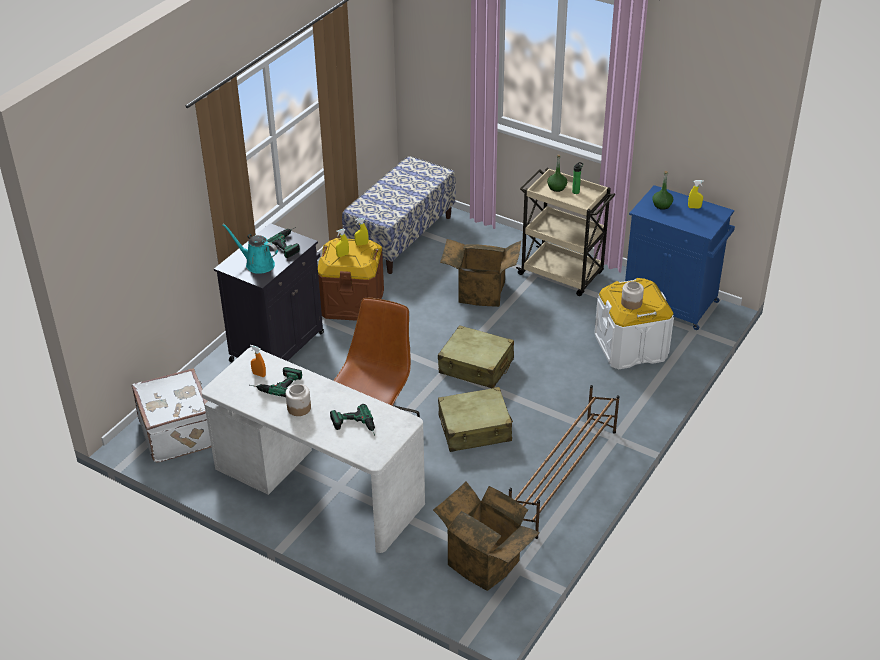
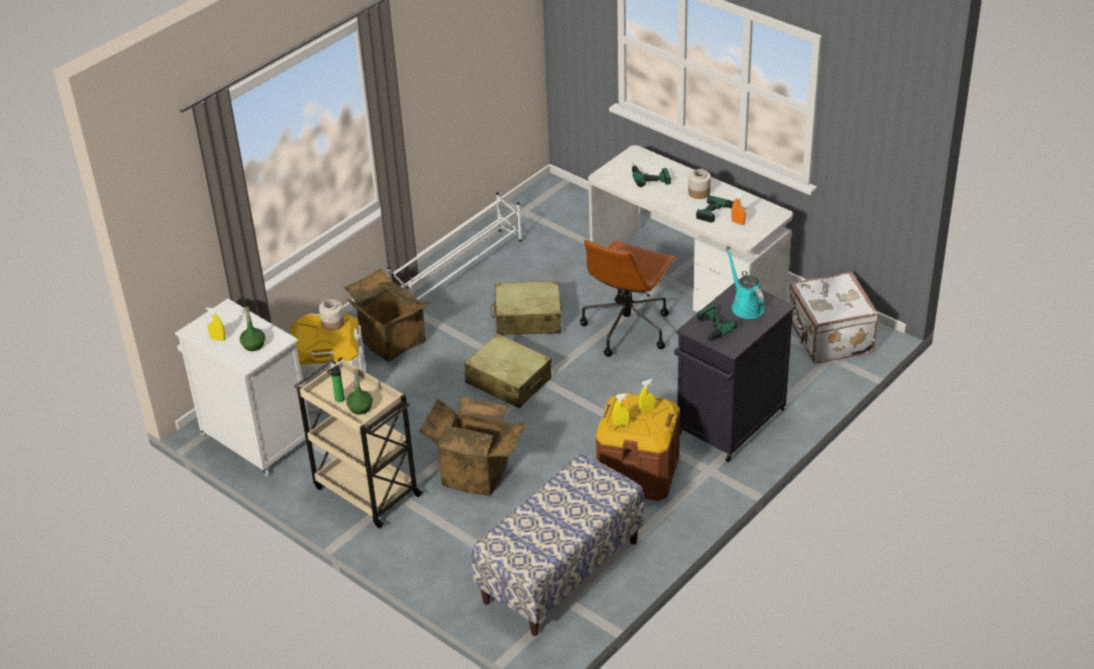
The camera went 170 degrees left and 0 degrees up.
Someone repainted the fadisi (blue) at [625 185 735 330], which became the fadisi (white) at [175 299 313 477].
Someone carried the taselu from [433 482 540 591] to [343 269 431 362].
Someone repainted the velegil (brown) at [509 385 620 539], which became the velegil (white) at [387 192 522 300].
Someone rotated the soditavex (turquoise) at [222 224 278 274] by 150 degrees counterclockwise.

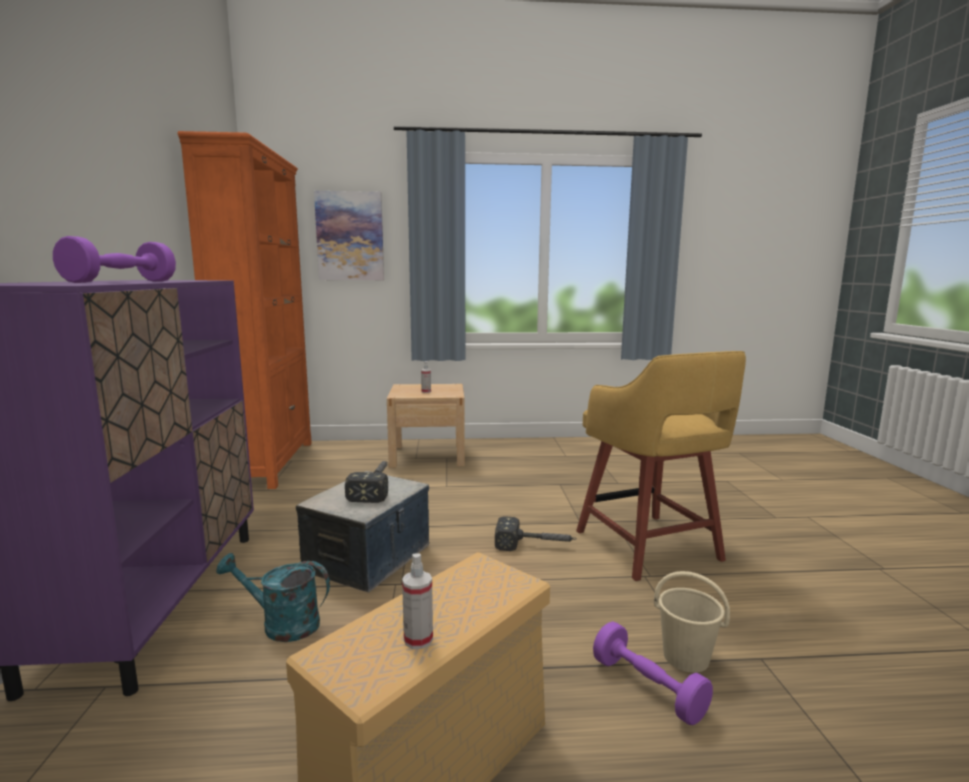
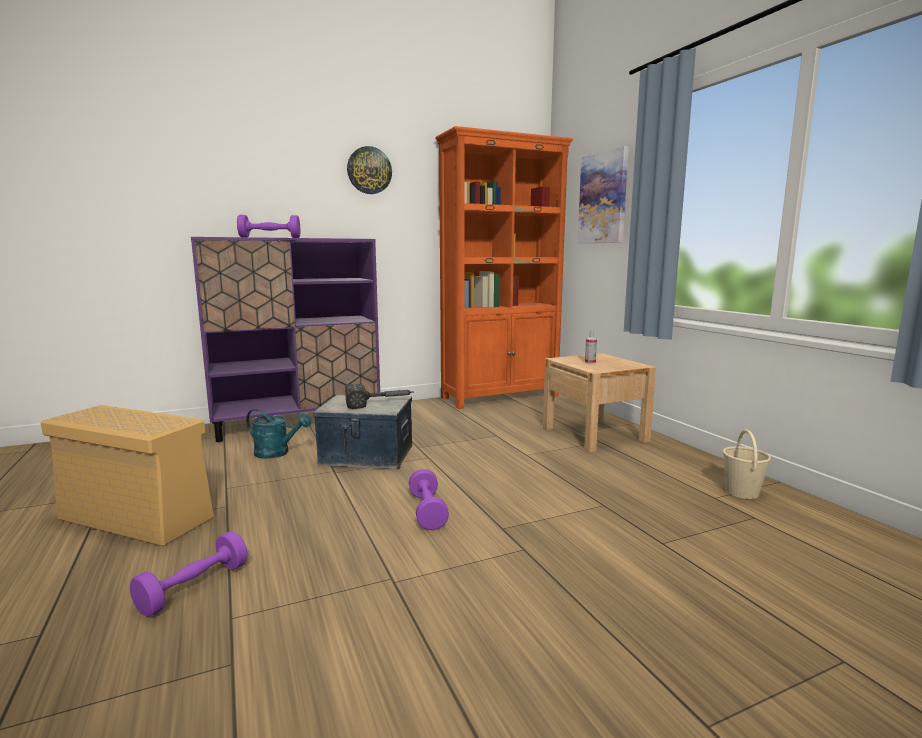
The camera went 70 degrees right and 0 degrees up.
Someone rotated the soditavex (turquoise) at [216 553 330 642] by 120 degrees clockwise.
Someone put up the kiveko at [347 146 392 194].
Someone swapped the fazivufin at [495 516 577 551] for the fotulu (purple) at [409 469 449 530].
Someone carried the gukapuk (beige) from [654 571 730 673] to [723 429 771 499].
Someone took away the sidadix at [402 553 433 649].
Someone took away the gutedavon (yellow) at [576 351 746 581].

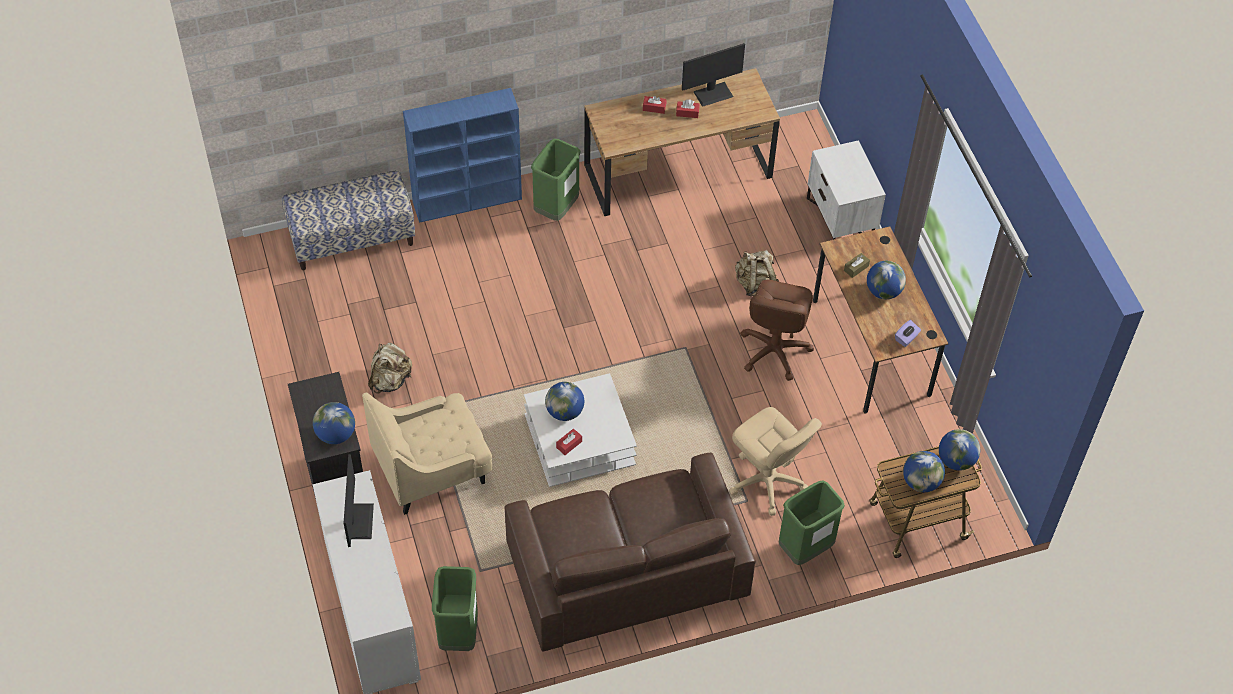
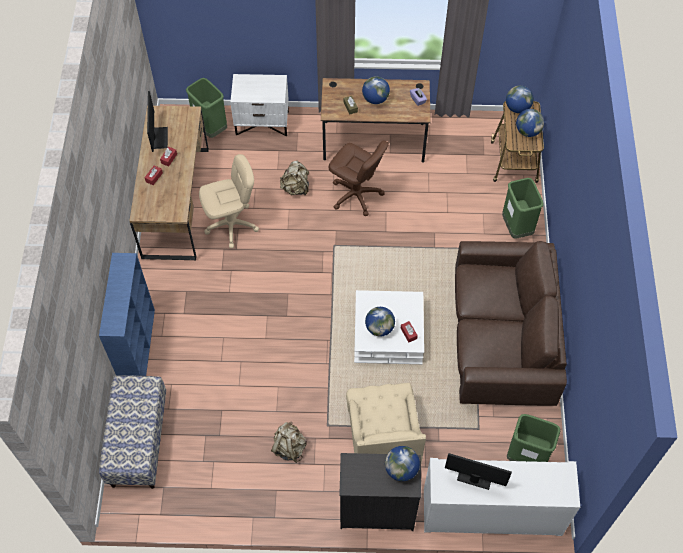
The camera went 70 degrees left and 5 degrees up.
Someone carried the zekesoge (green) from [531 139 581 221] to [186 78 227 138].
Someone carried the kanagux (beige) from [729 407 822 516] to [199 154 259 248].

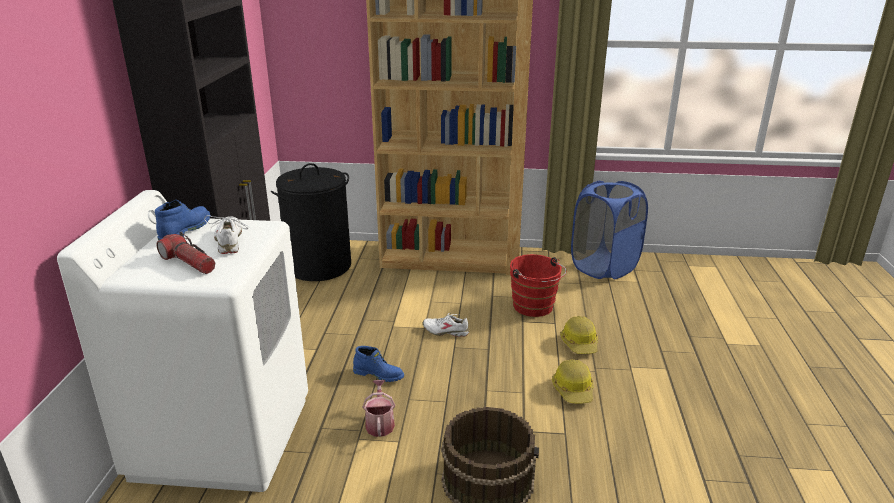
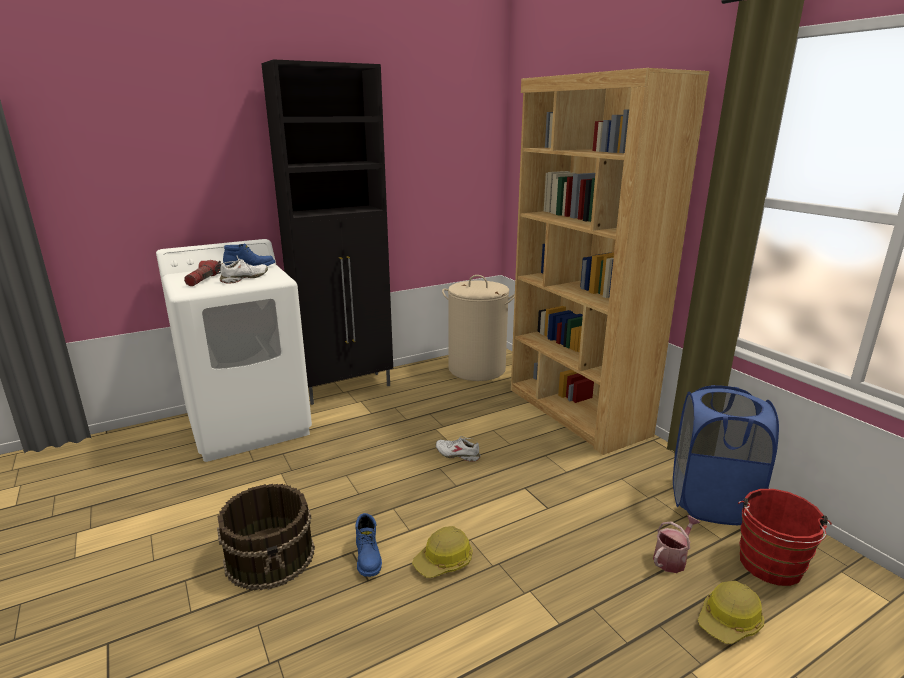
The camera went 55 degrees right and 5 degrees down.
Someone carried the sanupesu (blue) from [353 346 404 382] to [355 513 382 577].
Someone rotated the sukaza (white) at [423 313 469 337] by 45 degrees counterclockwise.
Someone repainted the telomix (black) at [271 163 351 281], which became the telomix (beige) at [442 275 515 381].
Someone carried the soditavex from [363 380 395 437] to [653 515 700 573].
Someone carried the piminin from [560 316 598 354] to [698 581 764 644].
Someone carried the gukapuk (red) from [510 254 566 317] to [738 489 832 586].

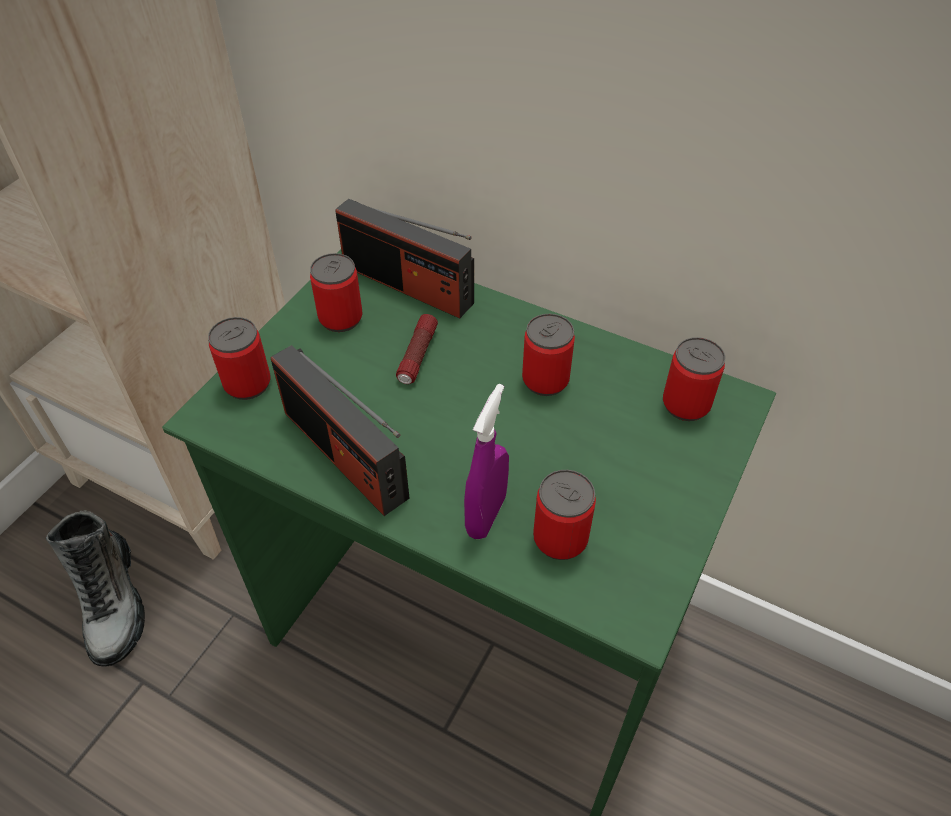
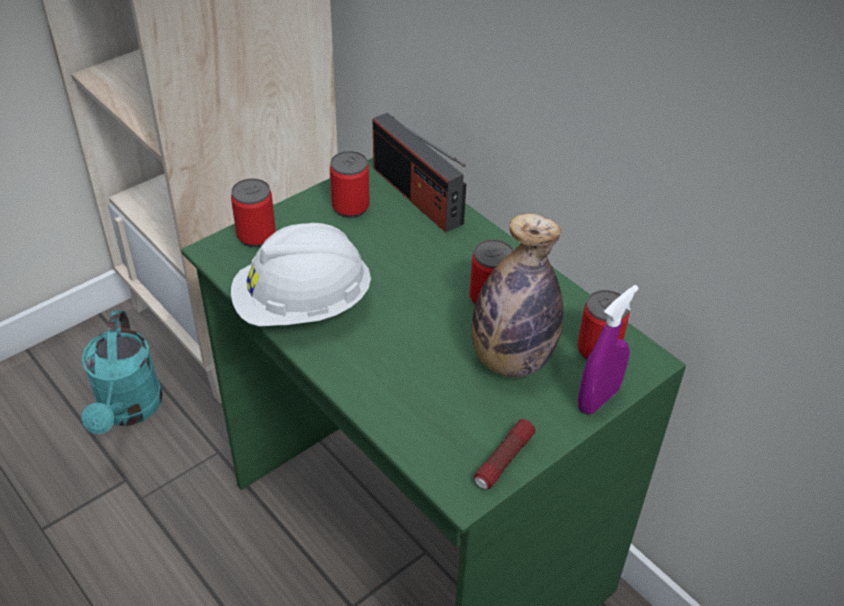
The camera went 20 degrees right and 5 degrees down.
Someone swapped the sanupesu at [46 510 145 667] for the soditavex (turquoise) at [82 310 163 434].
Someone swapped the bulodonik at [271 345 410 516] for the piminin (white) at [231 223 372 326].
Someone put down the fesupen at [472 214 563 378].
Someone carried the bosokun from [396 314 438 384] to [474 419 535 489].
Someone carried the sidadix (purple) from [464 384 509 539] to [578 285 639 414].
Someone took away the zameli at [533 470 596 560].

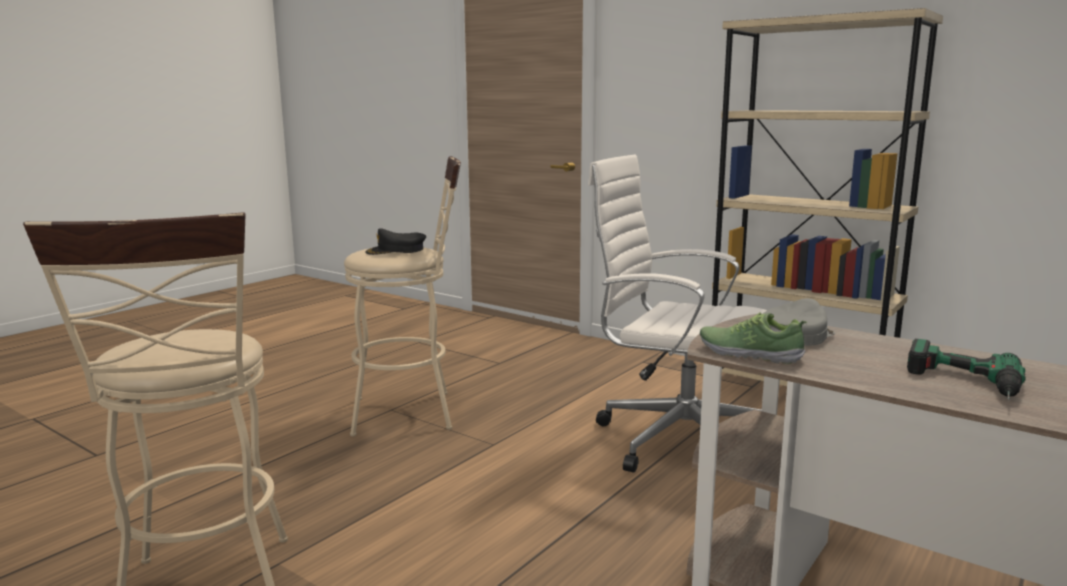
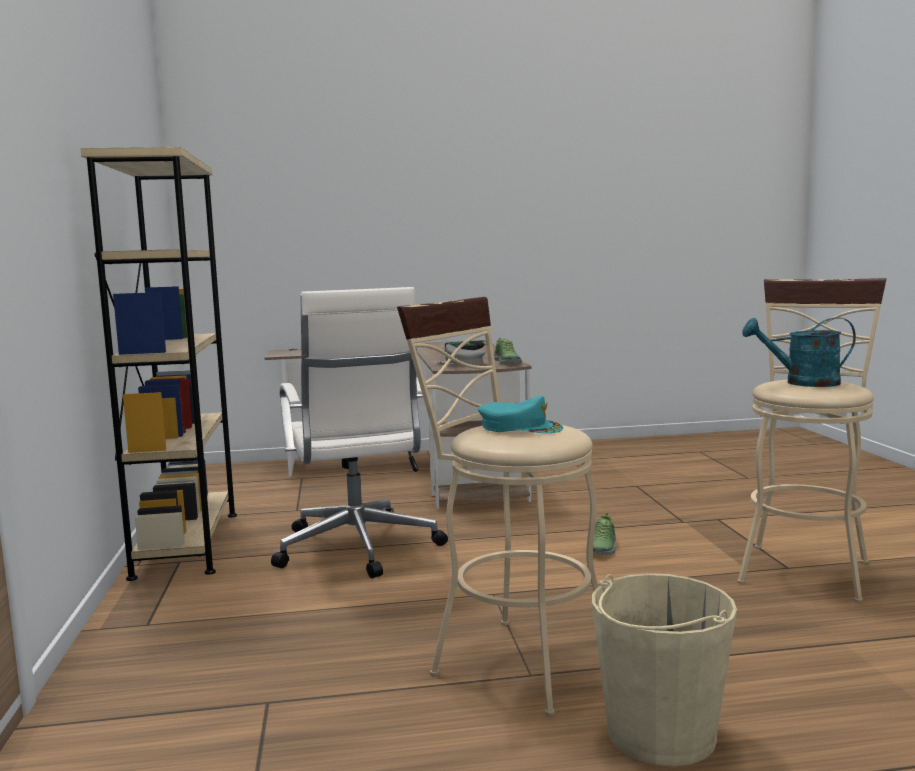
The camera went 135 degrees left and 5 degrees down.
Someone repainted the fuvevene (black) at [365 228 426 255], which became the fuvevene (turquoise) at [478 396 563 433].
Someone put down the gukapuk (beige) at [592 573 737 766].
Someone put down the sukaza at [593 513 616 555].
Someone put down the soditavex (turquoise) at [742 317 856 387].

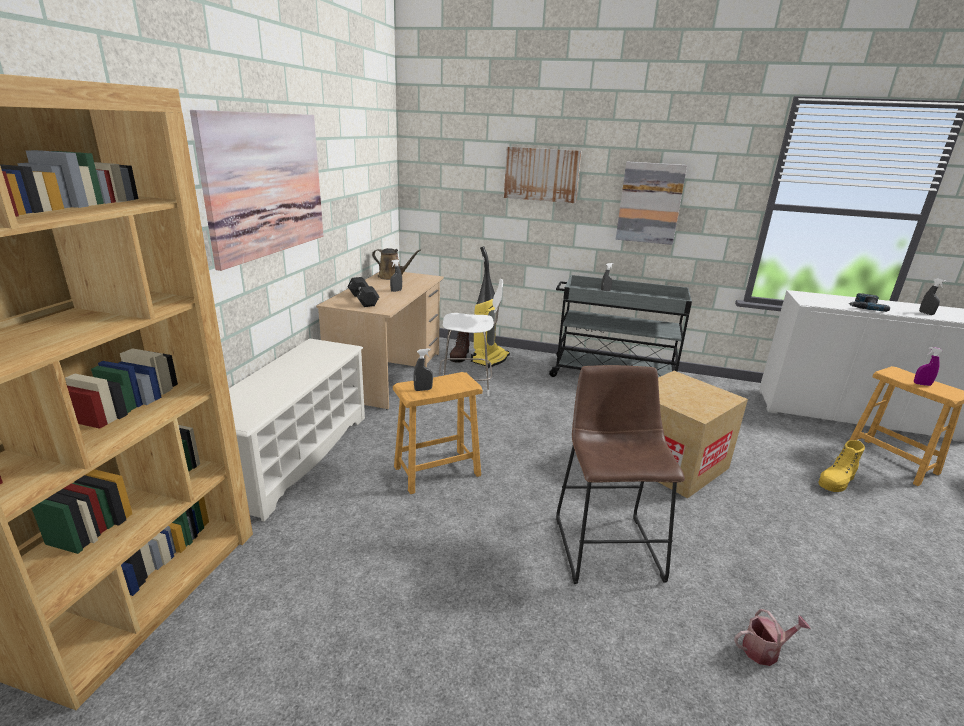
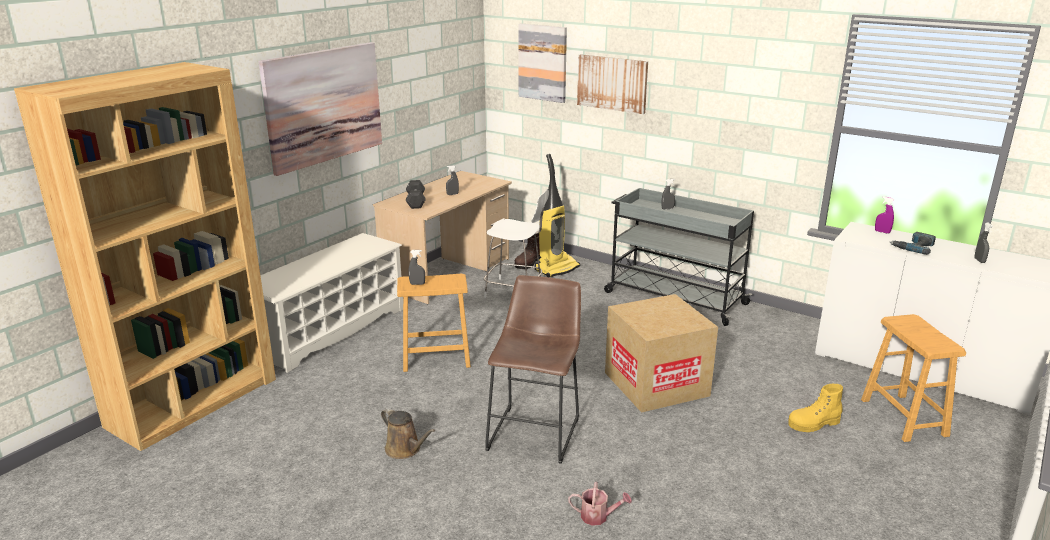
The camera went 20 degrees right and 0 degrees up.
Someone carried the soditavex (brown) from [372 248 421 280] to [381 408 436 459].
Someone carried the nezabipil from [616 162 687 245] to [518 24 567 103].
Someone carried the sidadix (purple) from [914 347 943 386] to [875 197 894 234].

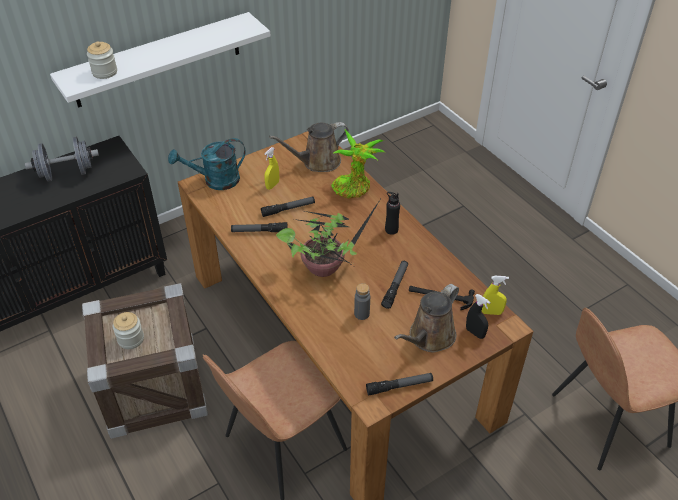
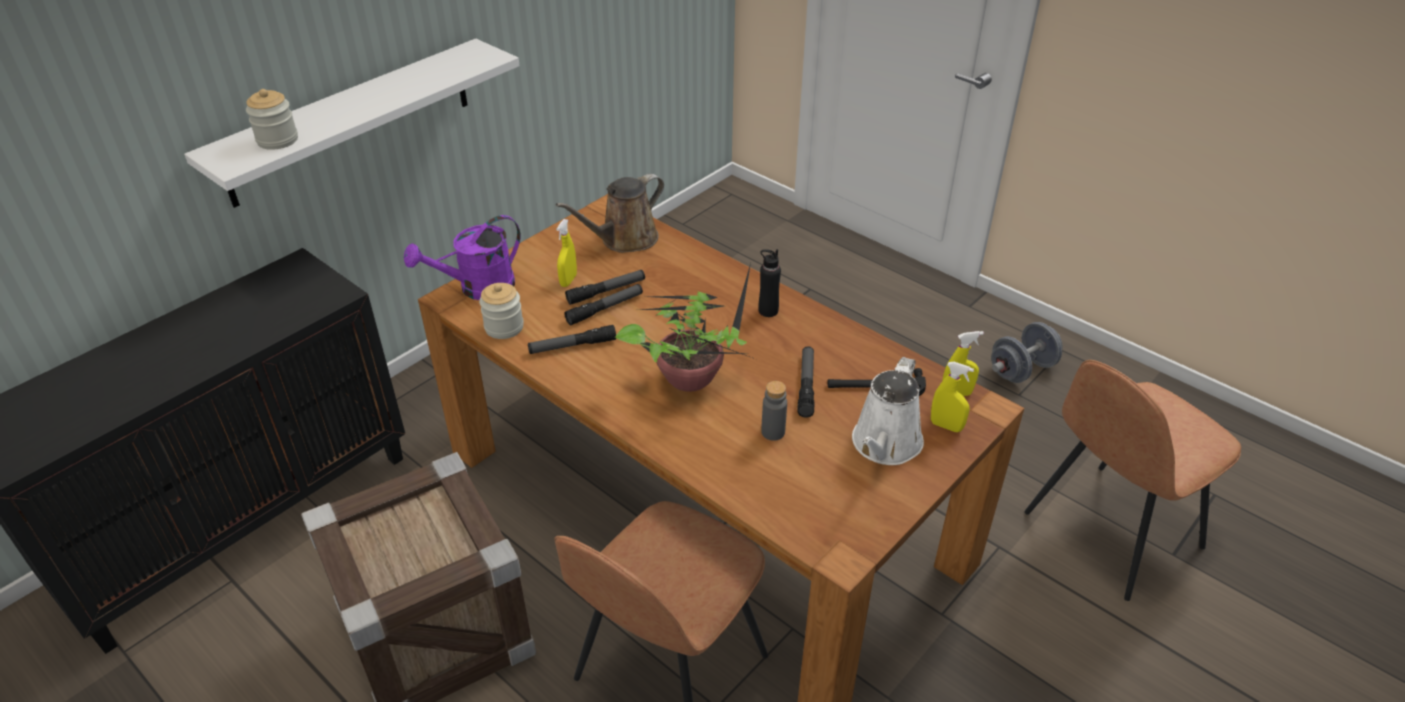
The camera went 15 degrees left and 5 degrees down.
Someone repainted the soditavex (turquoise) at [168 138 246 190], which became the soditavex (purple) at [404 215 521 300].
Someone carried the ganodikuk from [113 312 144 349] to [479 283 524 339].
Someone carried the bosokun from [366 373 433 395] to [565 270 645 305].
Someone repainted the soditavex (brown) at [394 284 459 352], which became the soditavex (white) at [852 357 924 465].
Someone repainted the sidadix (black) at [466 294 491 339], which became the sidadix (yellow) at [931 362 974 432].
Someone carried the fotulu (grey) from [25 137 99 182] to [991 322 1062 383].
Someone took away the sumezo at [331 129 385 199].

